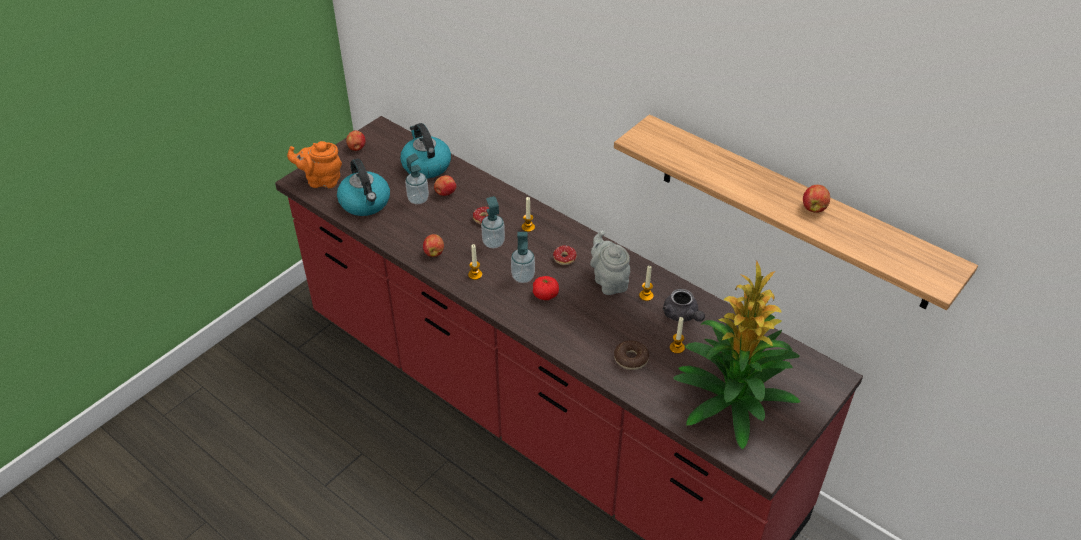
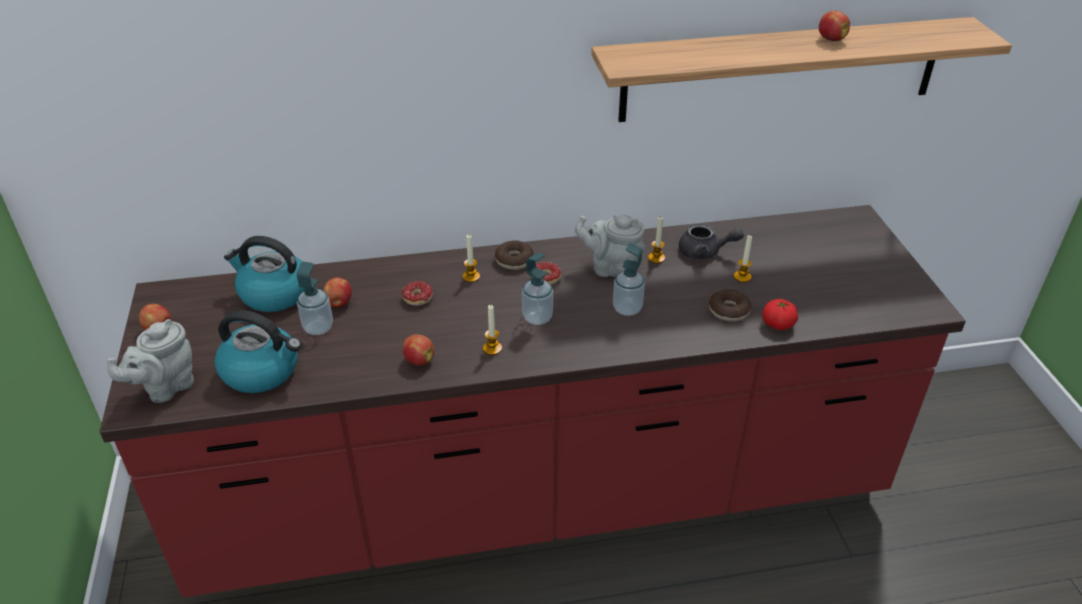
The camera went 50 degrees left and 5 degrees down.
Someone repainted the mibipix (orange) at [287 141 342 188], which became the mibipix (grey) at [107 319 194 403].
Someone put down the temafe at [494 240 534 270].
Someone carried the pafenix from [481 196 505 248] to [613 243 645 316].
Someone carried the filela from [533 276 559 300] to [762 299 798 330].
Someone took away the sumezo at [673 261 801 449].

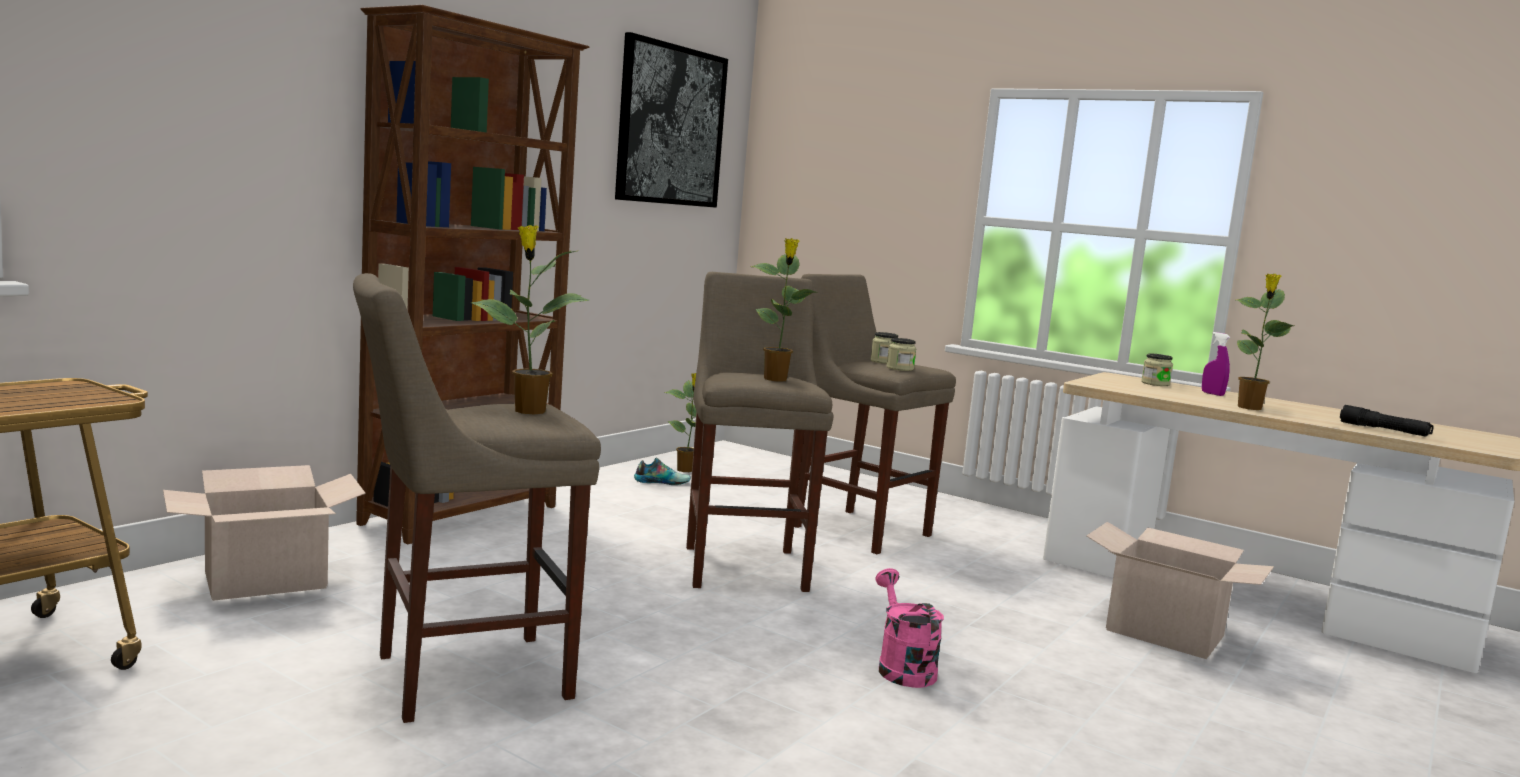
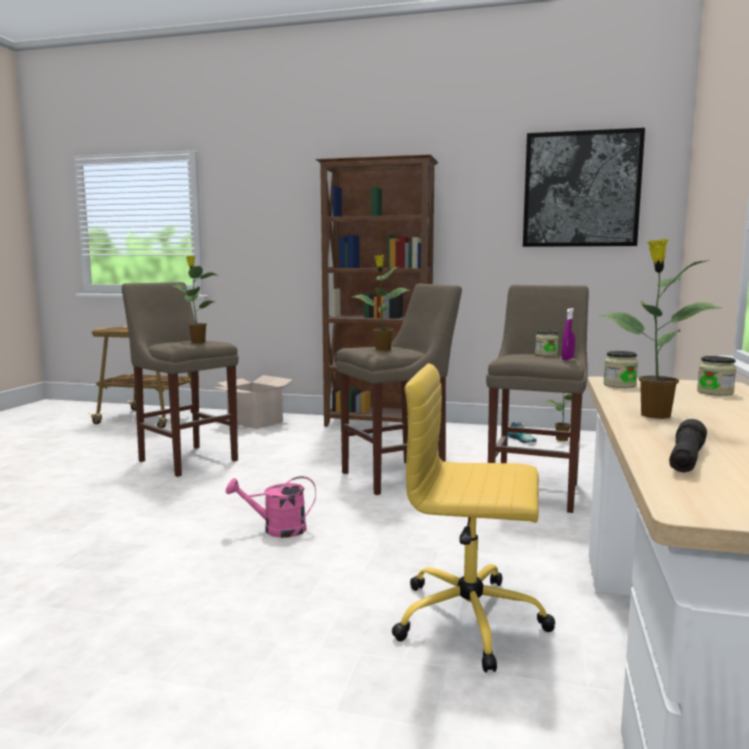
The camera went 70 degrees right and 0 degrees up.
Someone rotated the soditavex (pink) at [876 568 944 688] by 150 degrees counterclockwise.
Someone swapped the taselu at [1086 522 1274 659] for the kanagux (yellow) at [392 363 555 673].
Someone carried the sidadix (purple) from [1202 332 1231 396] to [562 308 575 360].
Someone carried the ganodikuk from [887 338 917 371] to [603 351 638 388].

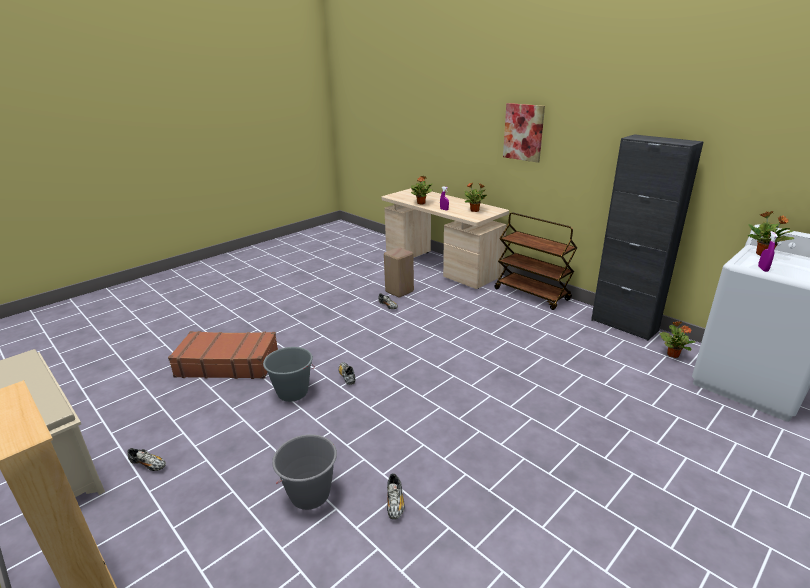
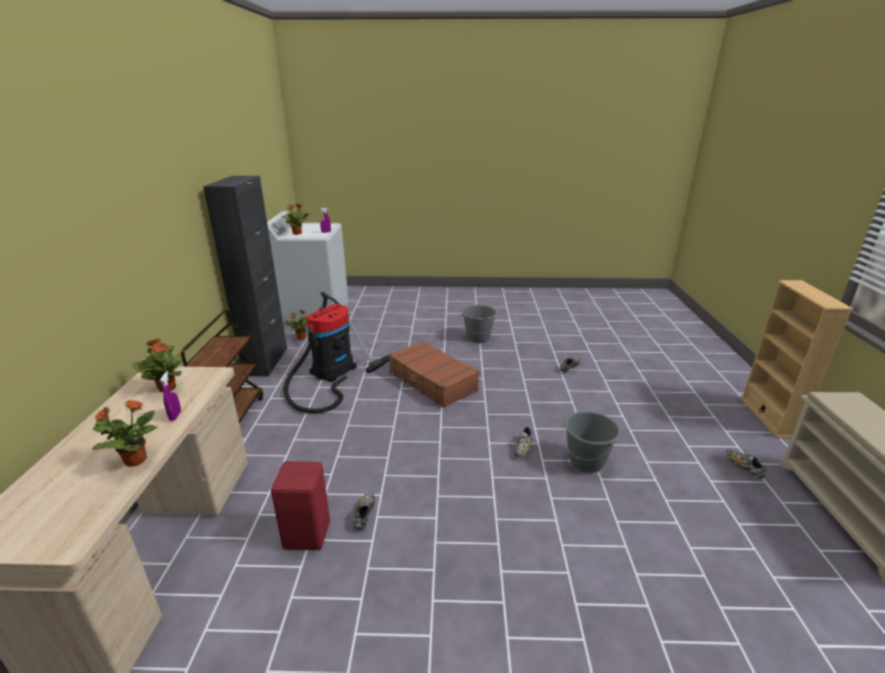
The camera went 135 degrees left and 0 degrees up.
Someone repainted the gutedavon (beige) at [384 247 414 297], which became the gutedavon (red) at [271 461 330 550].
Someone put down the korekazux at [283 292 389 413].
Someone carried the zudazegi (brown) from [168 331 278 379] to [388 341 480 408].
Someone carried the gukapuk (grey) from [272 434 337 510] to [461 305 498 343].
Someone took away the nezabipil at [503 103 545 163].

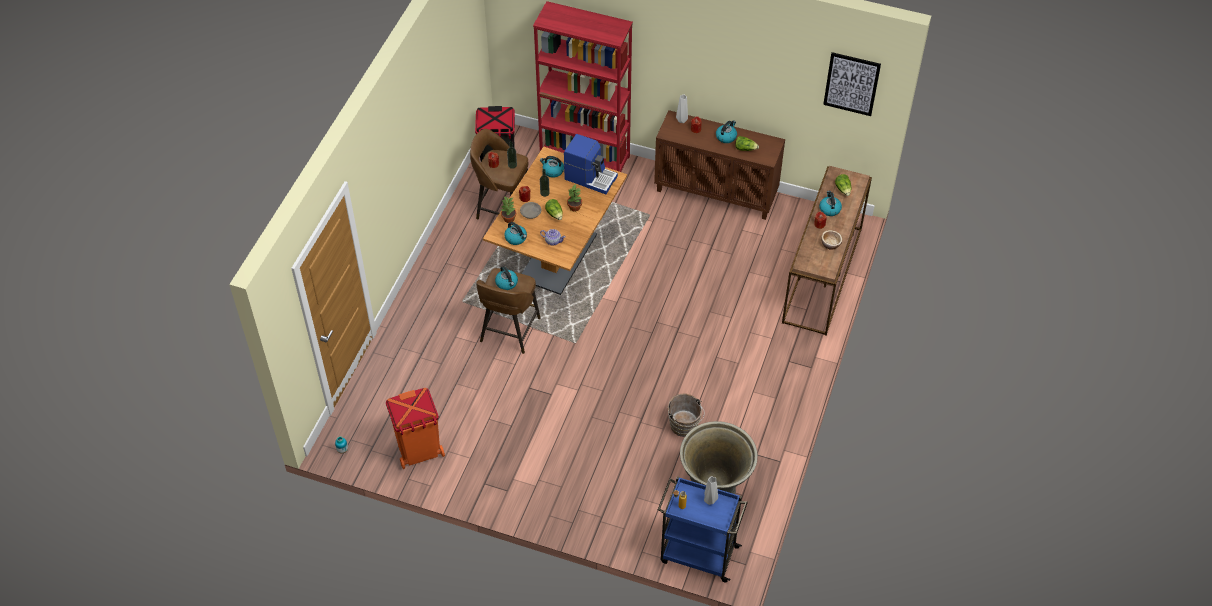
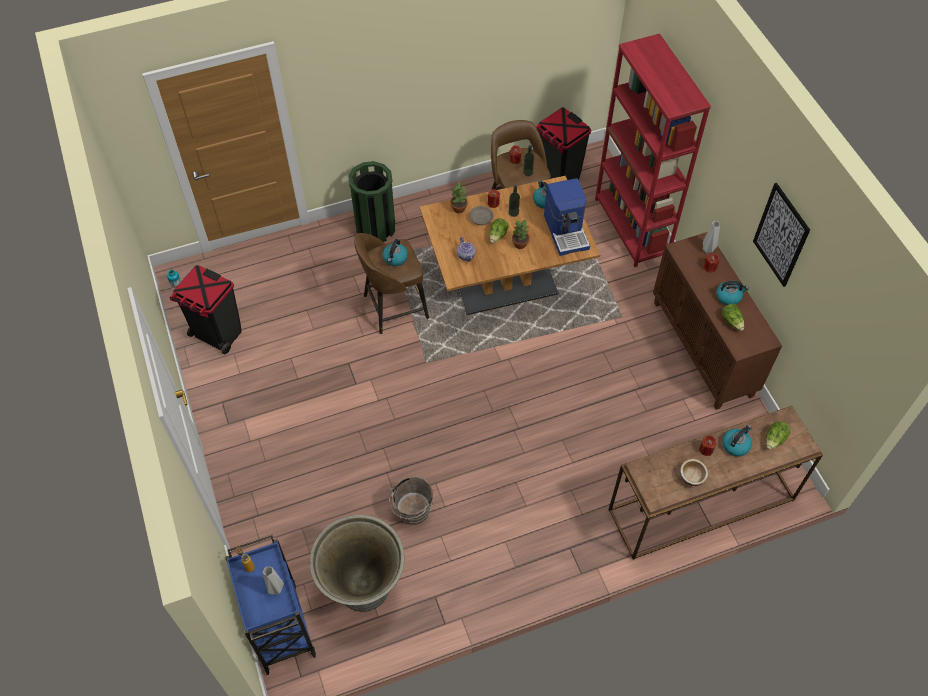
The camera went 50 degrees right and 5 degrees up.
Someone repainted the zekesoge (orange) at [386 388 445 469], which became the zekesoge (black) at [170 265 242 354].
Someone put down the zekesoge (green) at [348 161 395 242].
Someone carried the nezabipil from [823 52 881 116] to [753 183 810 287].
Someone took away the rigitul at [504 222 527 245].

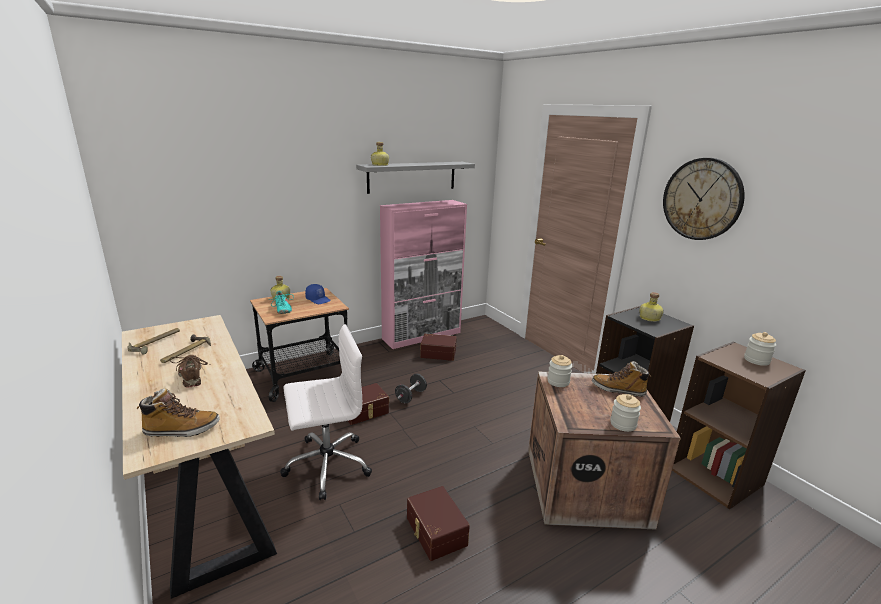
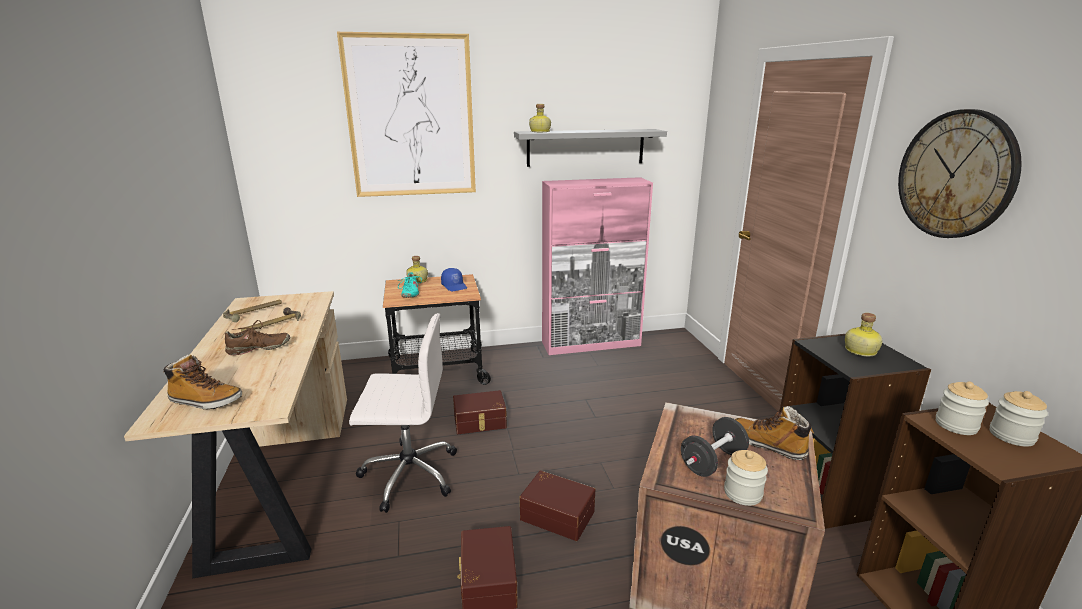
The camera went 20 degrees right and 0 degrees up.
Someone rotated the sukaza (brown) at [169 355 209 388] by 75 degrees clockwise.
Someone put up the nezabipil at [337 32 476 197].
Someone carried the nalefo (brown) from [420 334 457 361] to [520 470 595 541].
Someone carried the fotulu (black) from [395 374 427 404] to [681 417 749 477].
Someone carried the ganodikuk from [547 355 572 387] to [936 382 989 435].

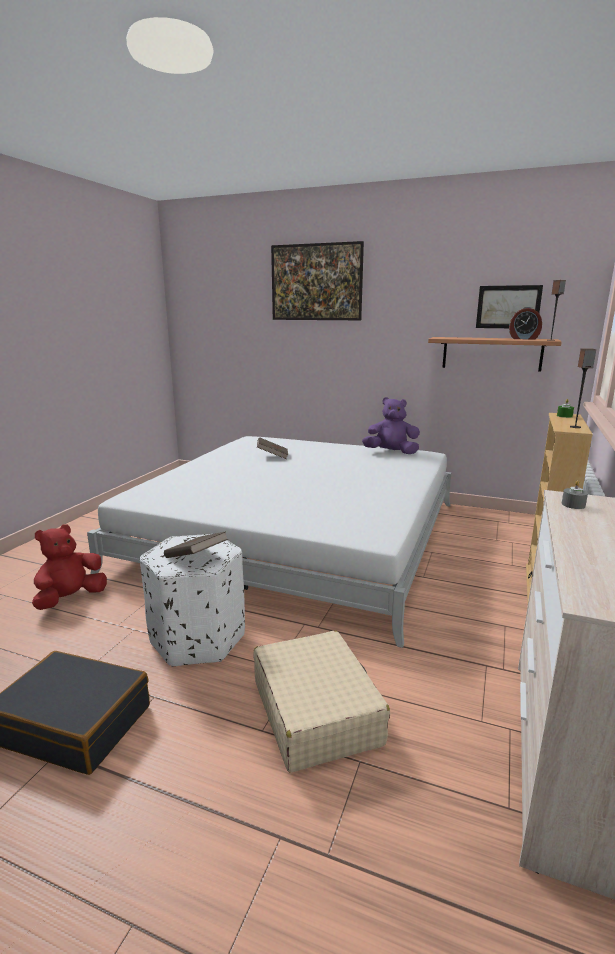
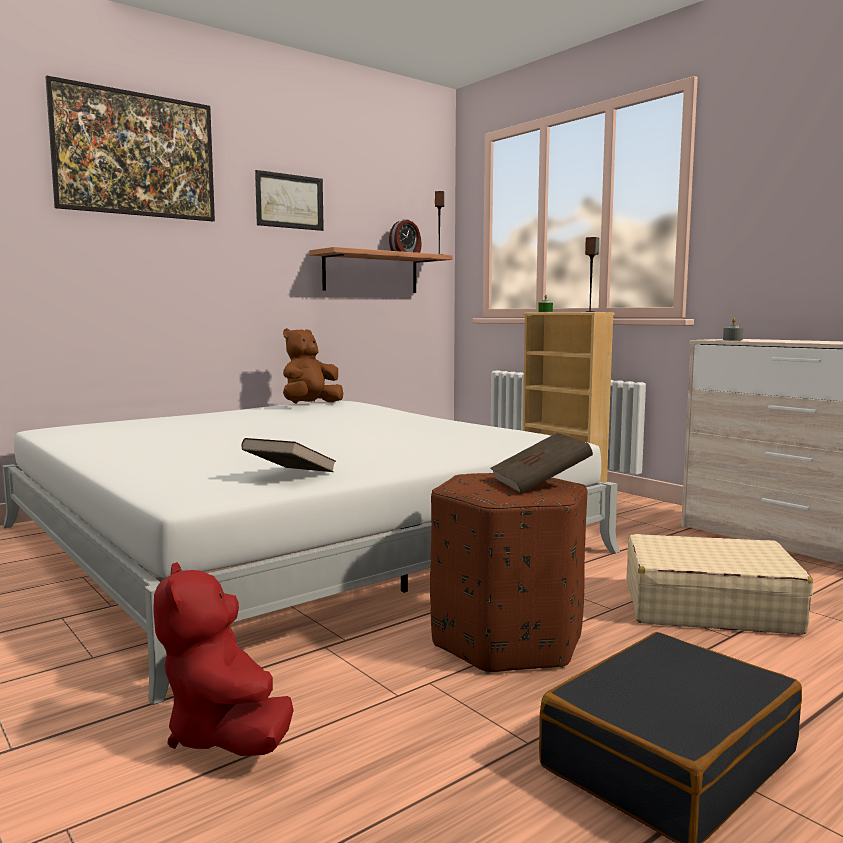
The camera went 60 degrees left and 10 degrees down.
Someone carried the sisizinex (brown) from [257 437 288 459] to [242 438 336 472].
Someone carried the nezabipil from [476 285 543 328] to [255 170 324 231].
Someone repainted the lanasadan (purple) at [362 397 420 454], which became the lanasadan (brown) at [283 328 343 403].
Someone repainted the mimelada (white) at [140 534 245 667], which became the mimelada (brown) at [430 473 587 674].

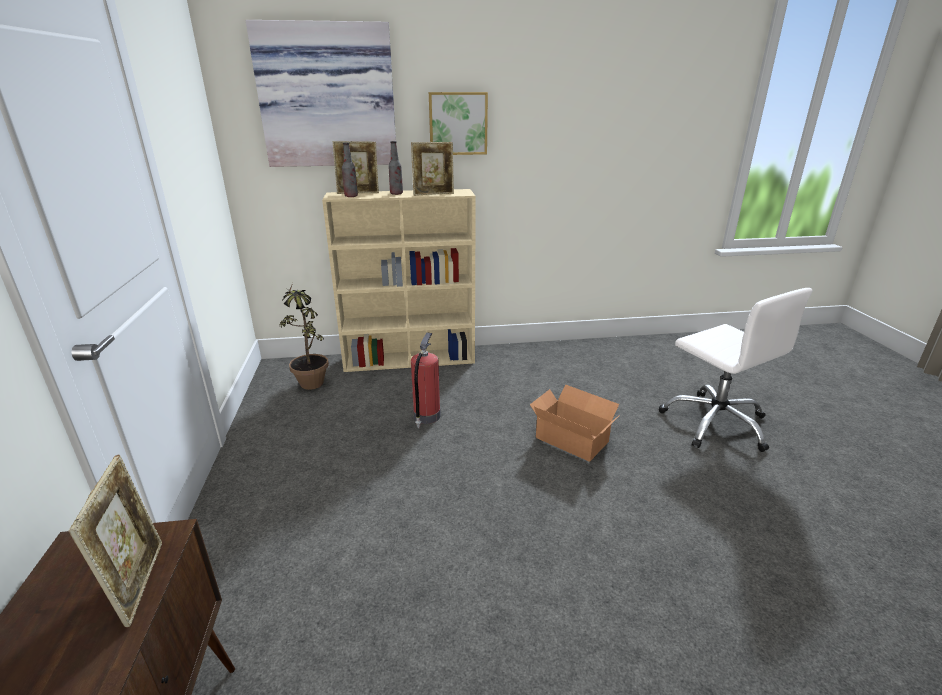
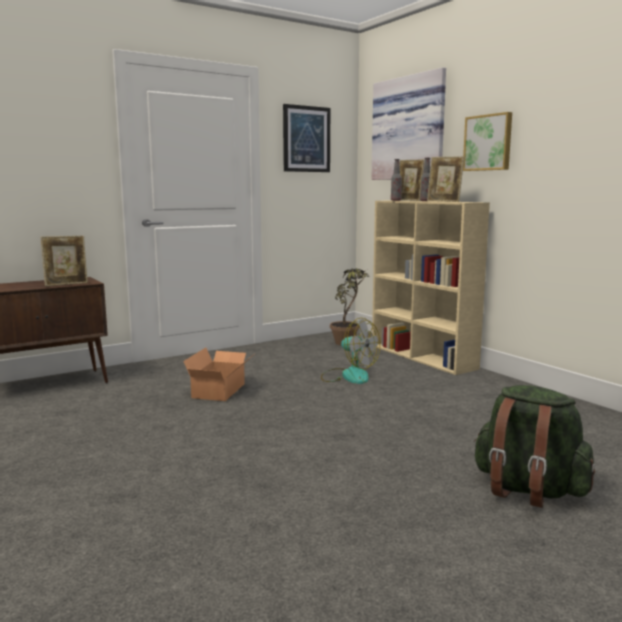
The camera went 65 degrees right and 15 degrees down.
Someone carried the taselu from [530 384 620 462] to [183 348 252 401].
Someone put up the nezabipil at [283 104 330 172].
Someone swapped the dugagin at [411 332 441 428] for the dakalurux at [321 318 380 384].
Someone swapped the kanagux (white) at [659 288 813 452] for the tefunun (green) at [474 385 595 508].

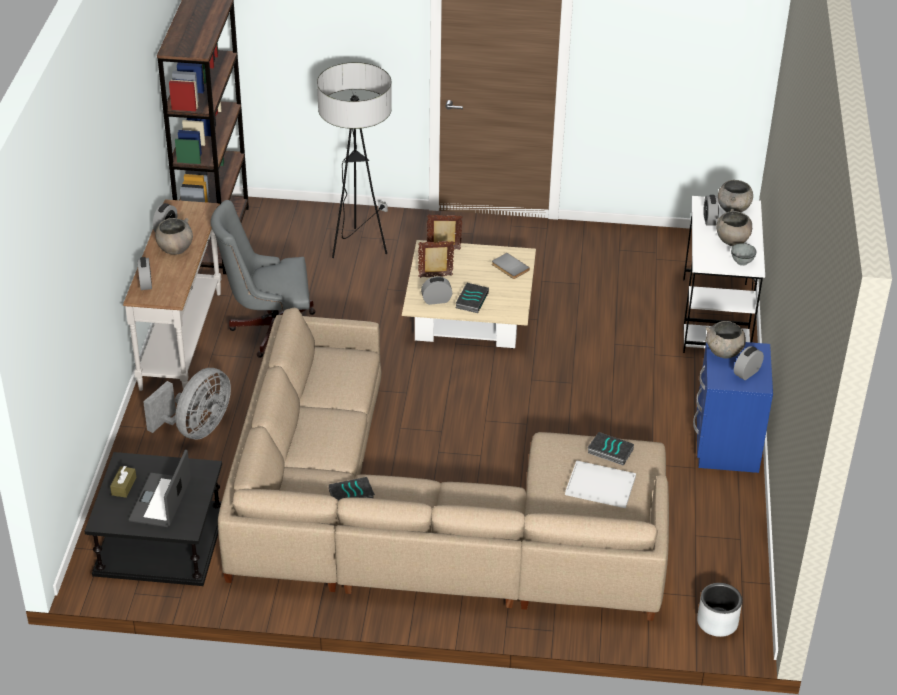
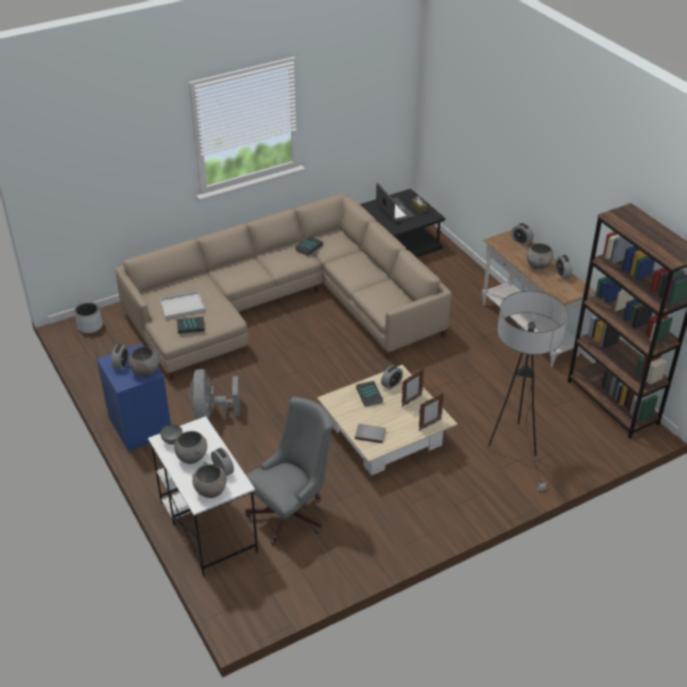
The camera went 145 degrees right and 0 degrees up.
Someone carried the dakalurux (grey) from [143 368 231 440] to [189 369 240 420].
Someone carried the kanagux (grey) from [210 200 315 358] to [245 397 333 546].

